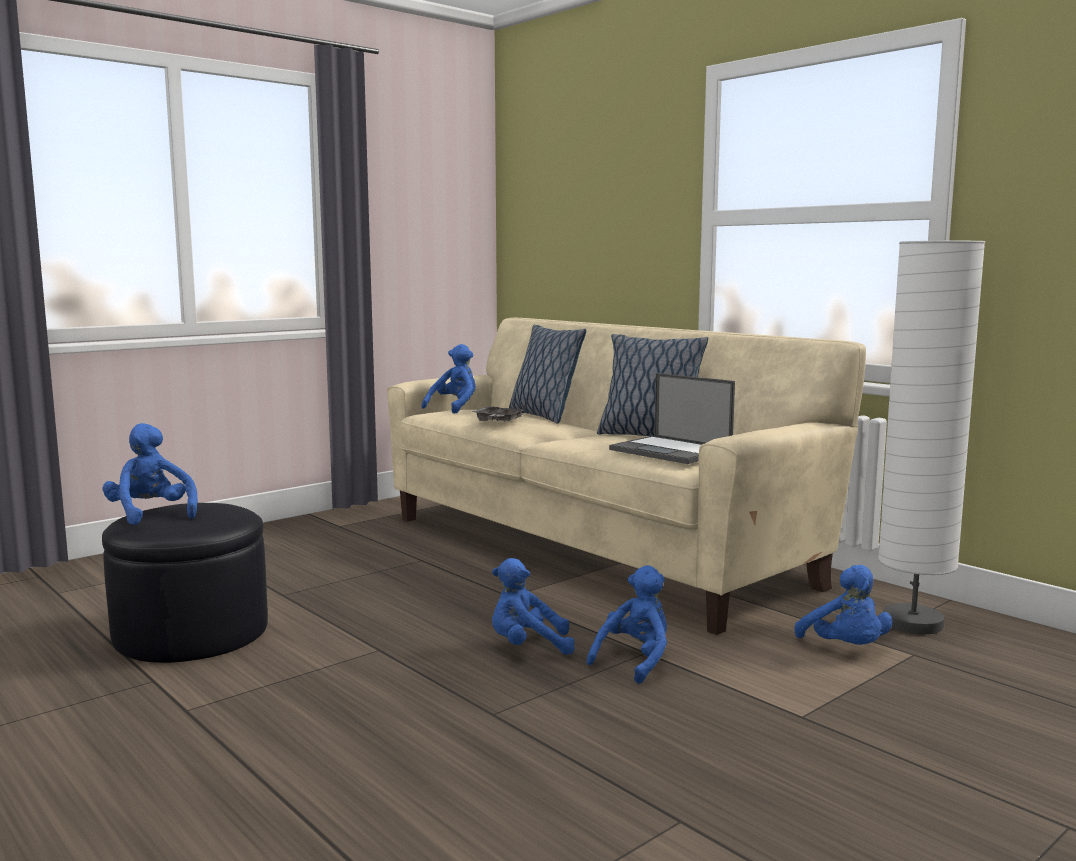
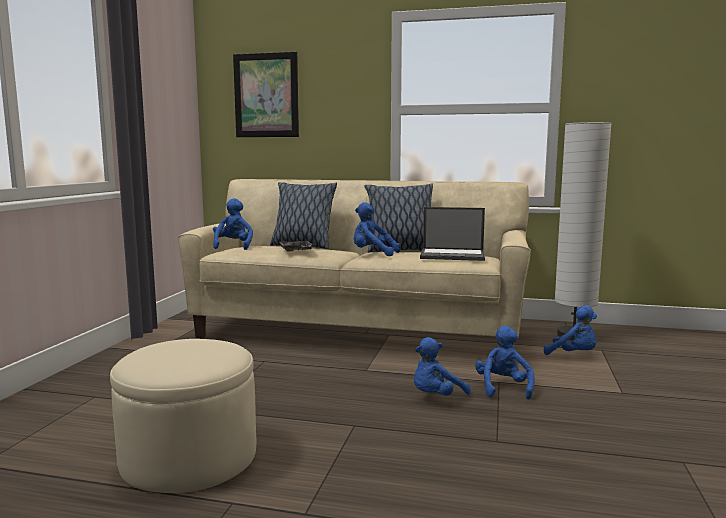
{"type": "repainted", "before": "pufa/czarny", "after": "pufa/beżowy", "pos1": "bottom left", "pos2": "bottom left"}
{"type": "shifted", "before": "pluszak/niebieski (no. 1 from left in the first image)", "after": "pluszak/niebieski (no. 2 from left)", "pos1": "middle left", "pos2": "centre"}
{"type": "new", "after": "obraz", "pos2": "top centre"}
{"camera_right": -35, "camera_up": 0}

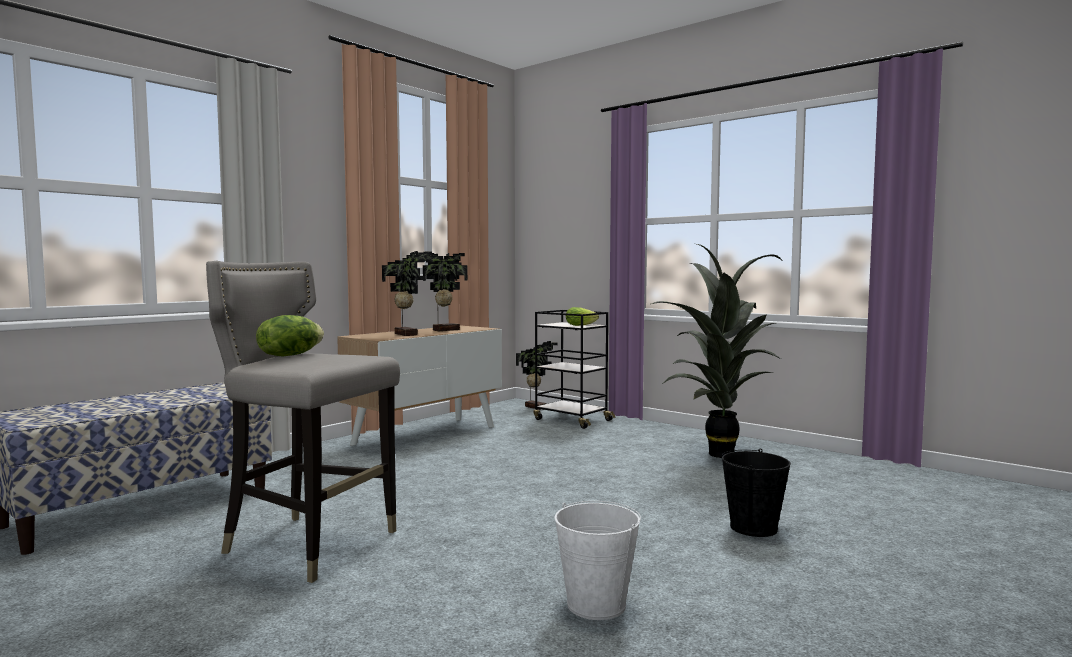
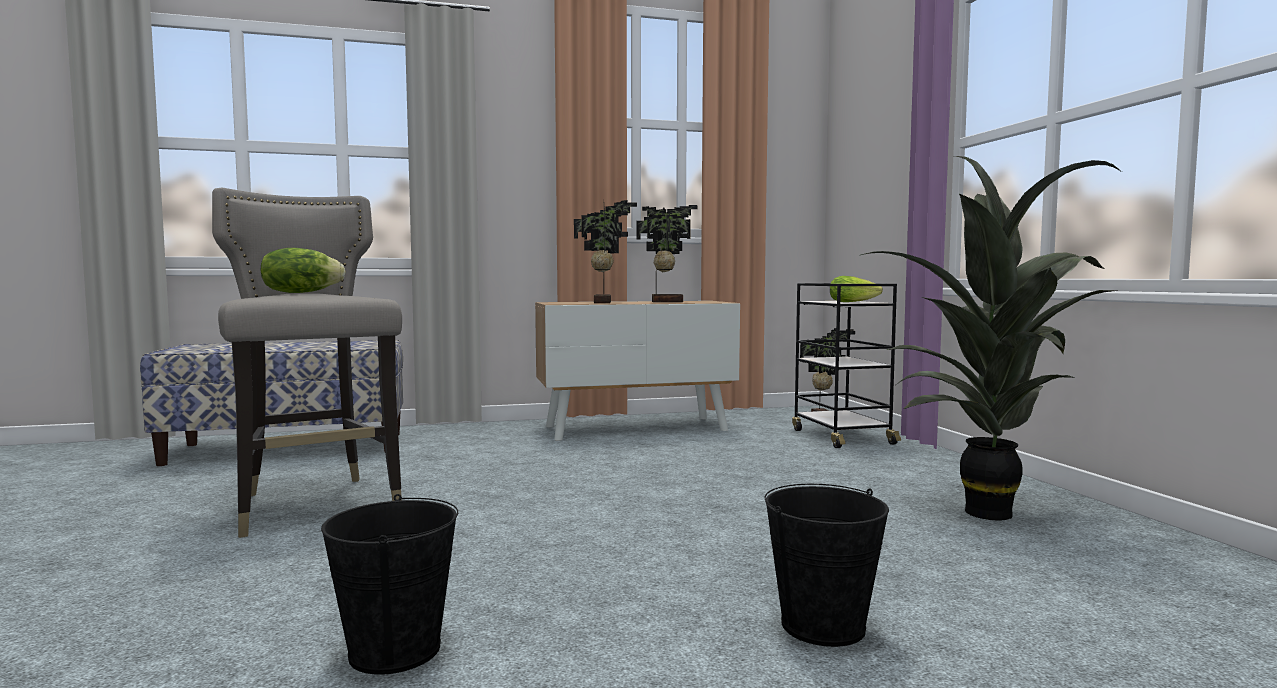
{"type": "repainted", "before": "wiadro/biały", "after": "wiadro/czarny (no. 1 from left)", "pos1": "bottom centre", "pos2": "bottom left"}
{"camera_right": 35, "camera_up": 0}

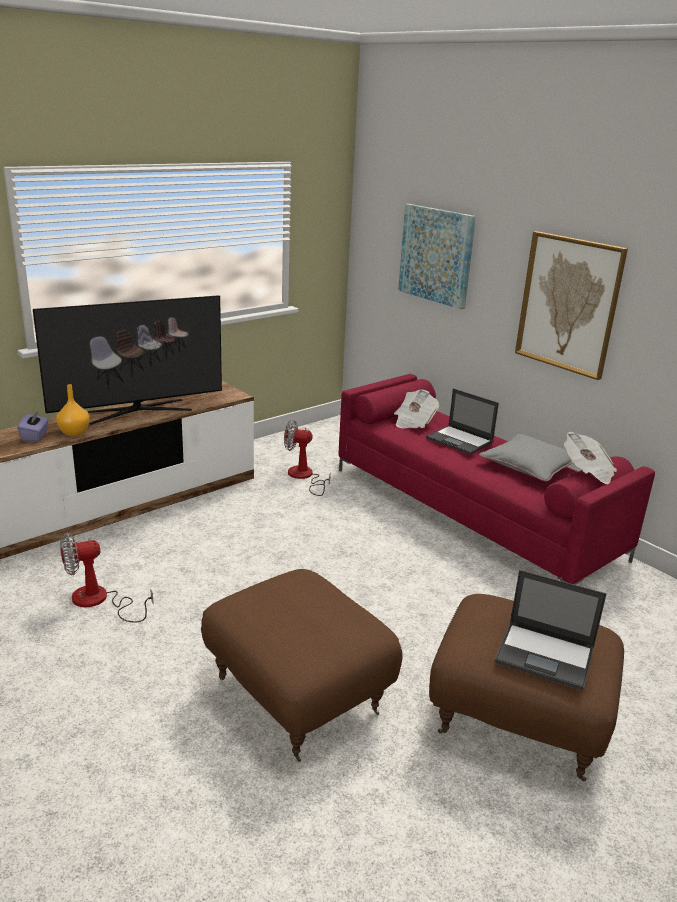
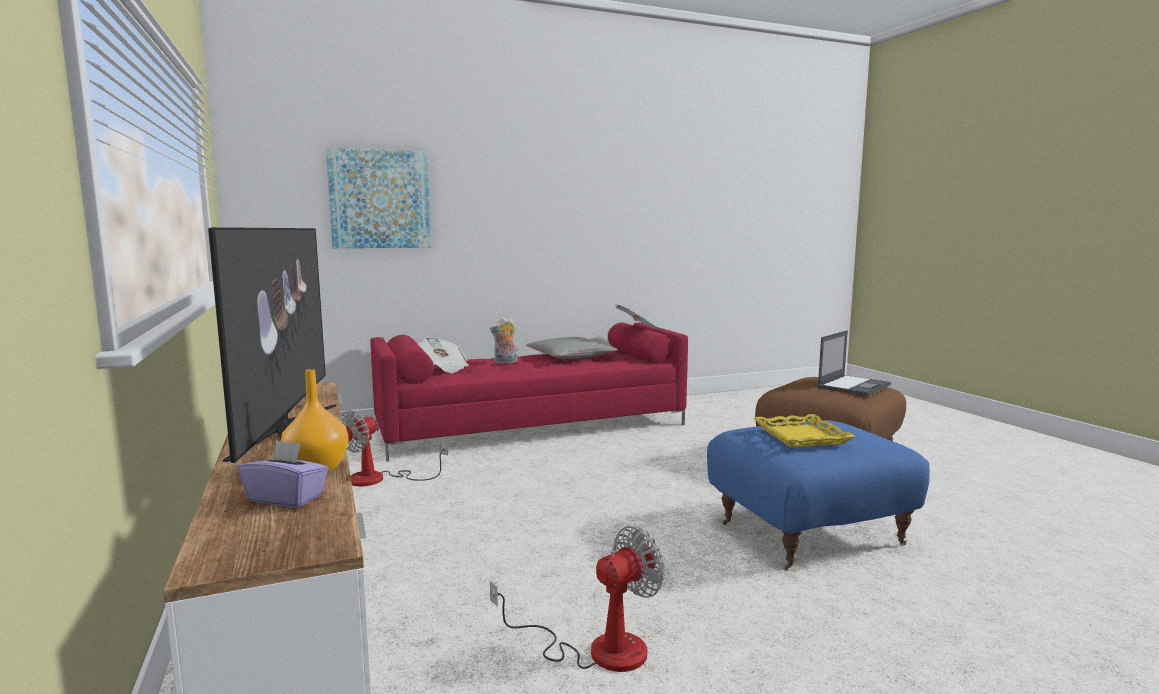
{"type": "rotated", "before": "wentylator (no. 1 from left in the first image)", "pos1": "middle left", "pos2": "bottom centre", "turn": -120}
{"type": "repainted", "before": "pufa/brązowy (no. 1 from left)", "after": "pufa/niebieski", "pos1": "bottom centre", "pos2": "bottom right"}
{"type": "swapped", "before": "laptop (no. 1 from left)", "after": "pluszak", "pos1": "middle right", "pos2": "centre"}
{"type": "gone", "before": "obraz (no. 2 from left)", "pos1": "middle right"}
{"type": "new", "after": "taca/żółty", "pos2": "middle right"}
{"camera_right": -70, "camera_up": -15}

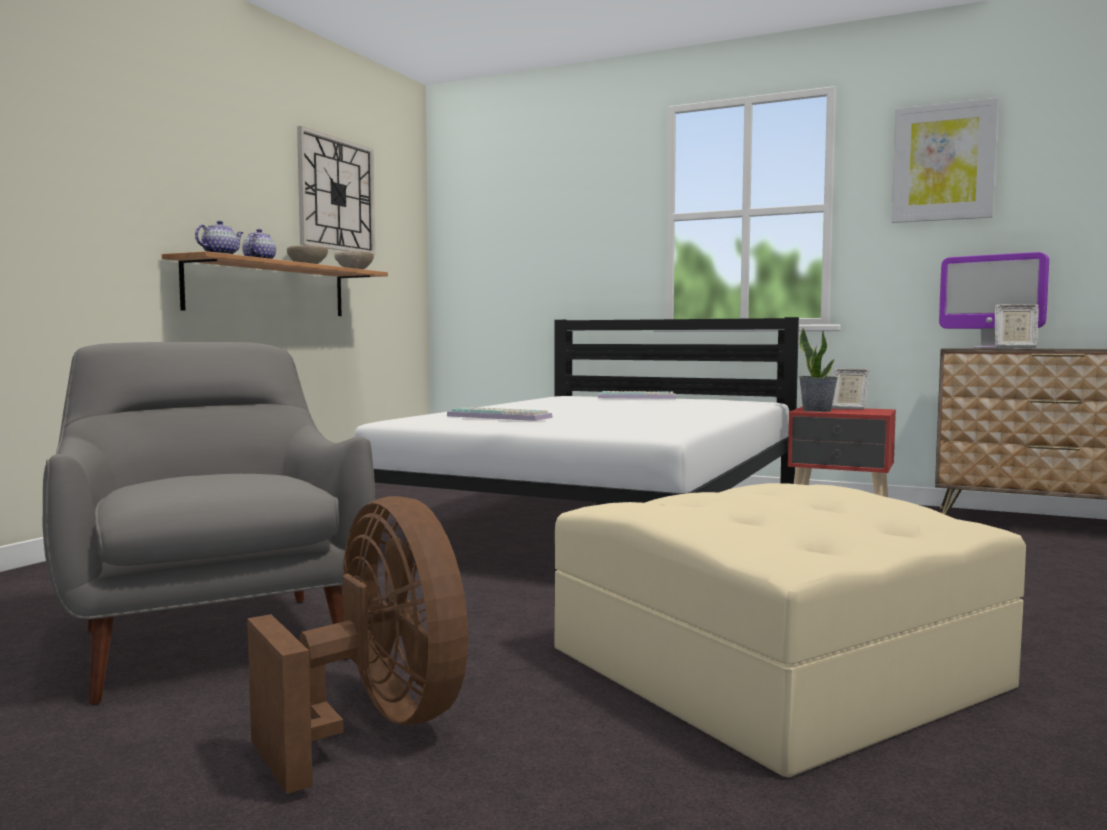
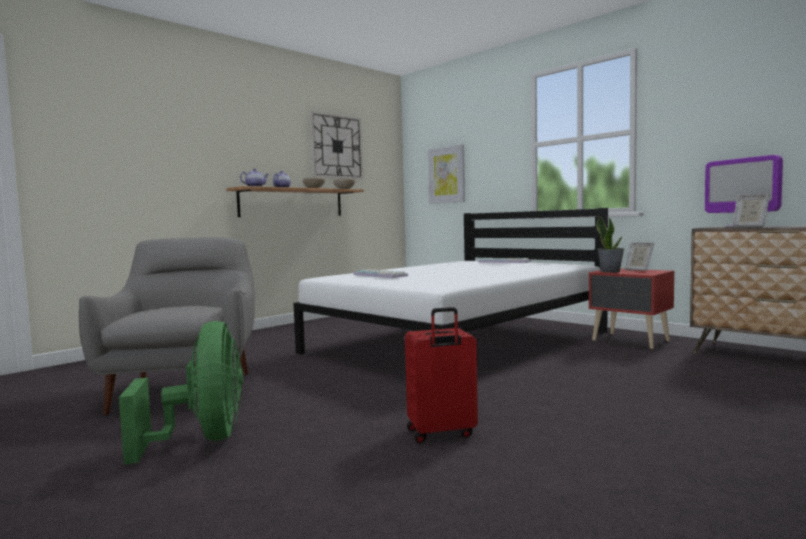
{"type": "repainted", "before": "wentylator/brązowy", "after": "wentylator/zielony", "pos1": "bottom left", "pos2": "bottom left"}
{"type": "swapped", "before": "pufa/beżowy", "after": "walizka/czerwony", "pos1": "bottom right", "pos2": "bottom centre"}
{"type": "shifted", "before": "obraz", "pos1": "top right", "pos2": "top centre"}
{"camera_right": 20, "camera_up": 0}

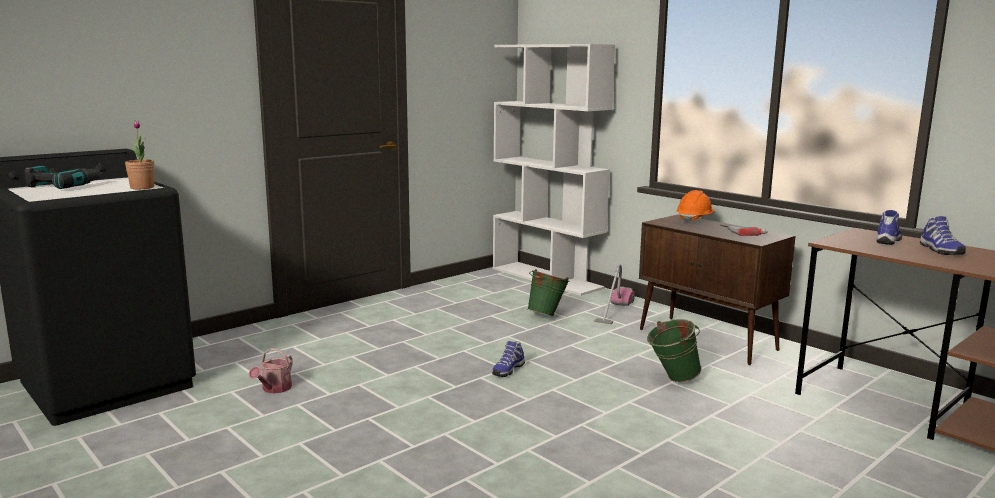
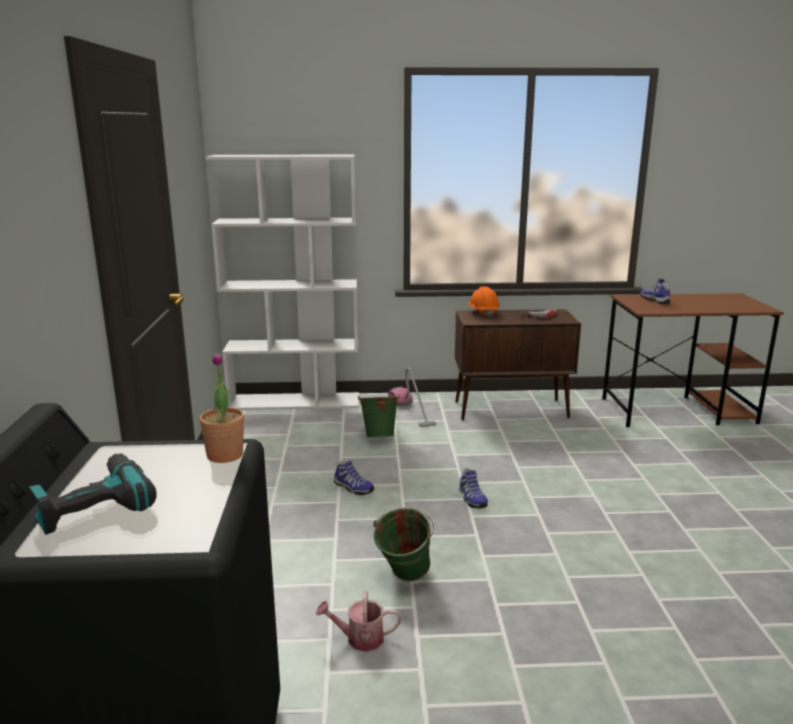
{"type": "rotated", "before": "konewka", "pos1": "bottom left", "pos2": "bottom centre", "turn": 120}
{"type": "shifted", "before": "wiadro/zielony (no. 2 from left)", "pos1": "bottom right", "pos2": "bottom centre"}
{"type": "shifted", "before": "but (no. 3 from left in the first image)", "after": "but (no. 1 from left)", "pos1": "middle right", "pos2": "centre"}
{"camera_right": -50, "camera_up": 5}

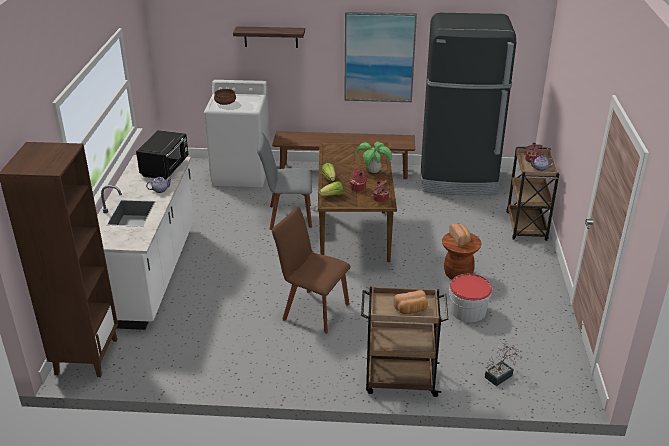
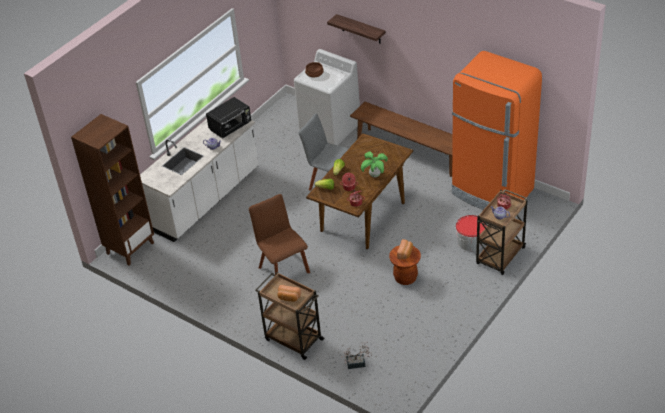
{"type": "gone", "before": "obraz", "pos1": "top centre"}
{"type": "repainted", "before": "lodówka/czarny", "after": "lodówka/pomarańczowy", "pos1": "top right", "pos2": "top right"}
{"type": "shifted", "before": "wiadro", "pos1": "bottom right", "pos2": "middle right"}
{"camera_right": 35, "camera_up": 10}

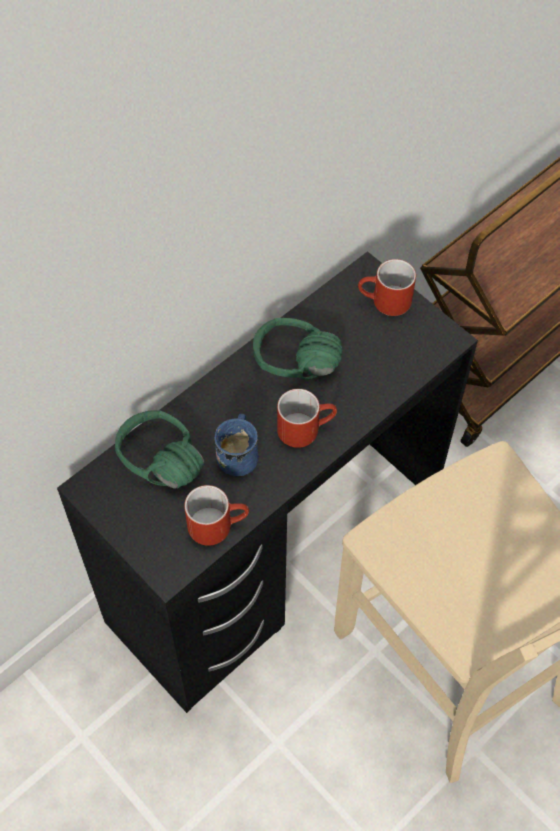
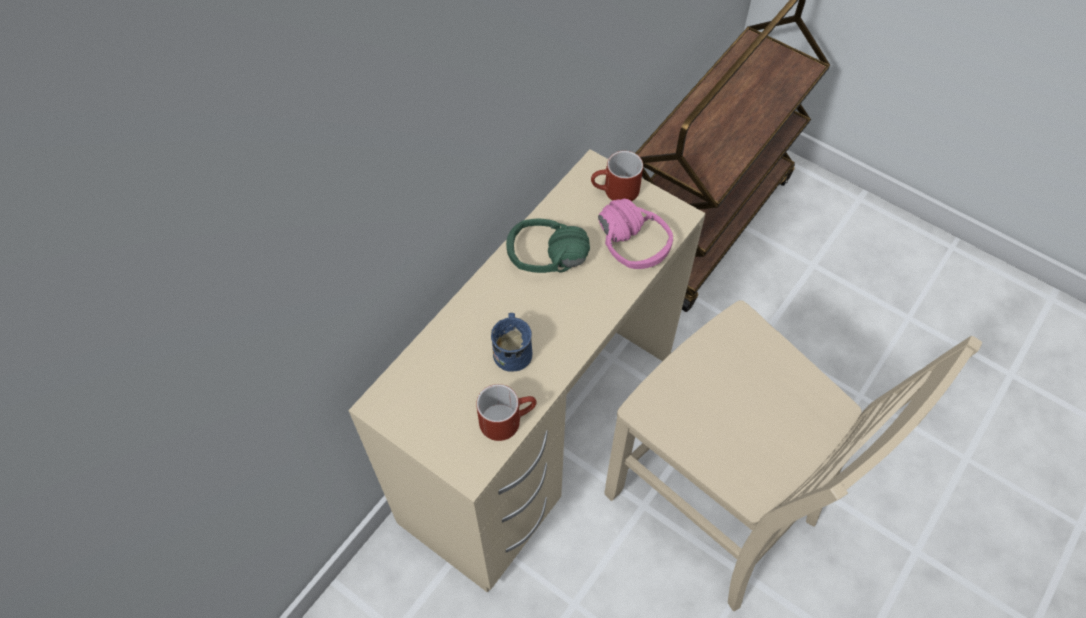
{"type": "repainted", "before": "biurko/czarny", "after": "biurko/beżowy", "pos1": "centre", "pos2": "centre"}
{"type": "gone", "before": "słuchawki/zielony (no. 1 from left)", "pos1": "middle left"}
{"type": "gone", "before": "kubek/czerwony (no. 2 from left)", "pos1": "centre"}
{"type": "new", "after": "słuchawki/różowy", "pos2": "centre"}
{"camera_right": -10, "camera_up": 0}

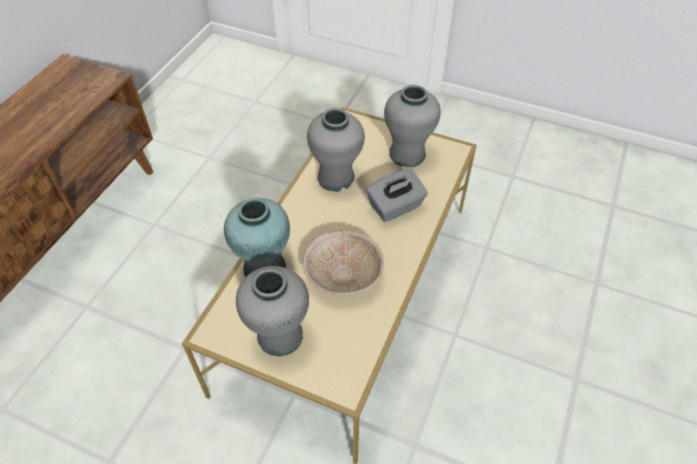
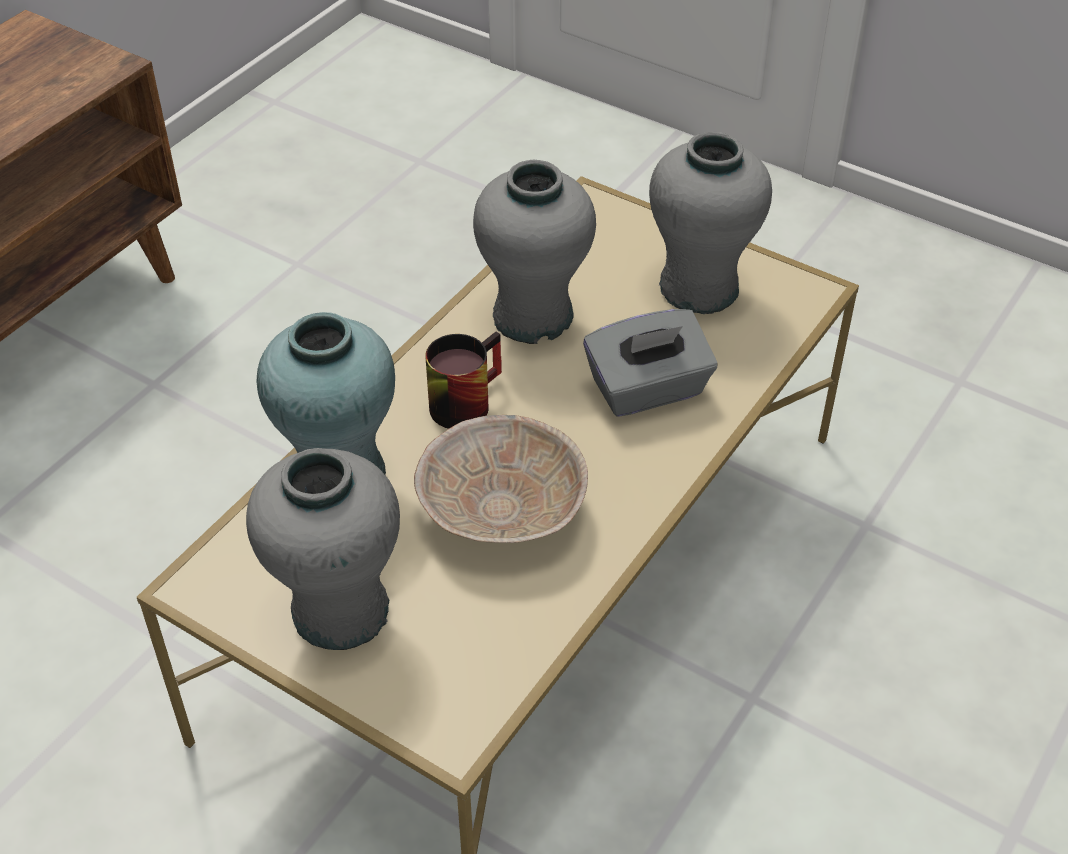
{"type": "new", "after": "kubek", "pos2": "centre"}
{"camera_right": 10, "camera_up": -5}

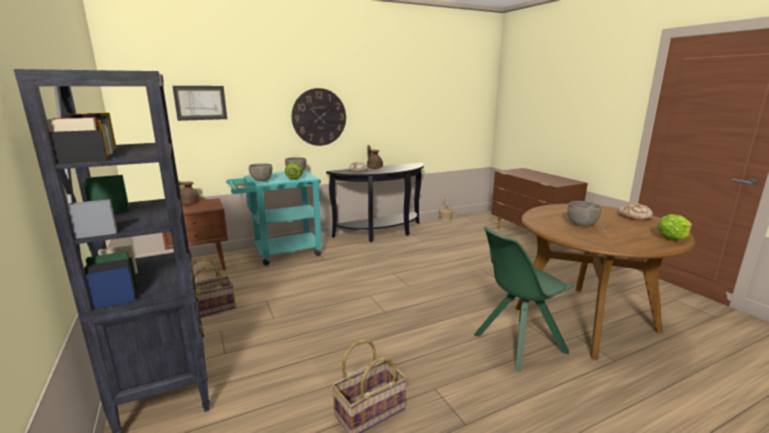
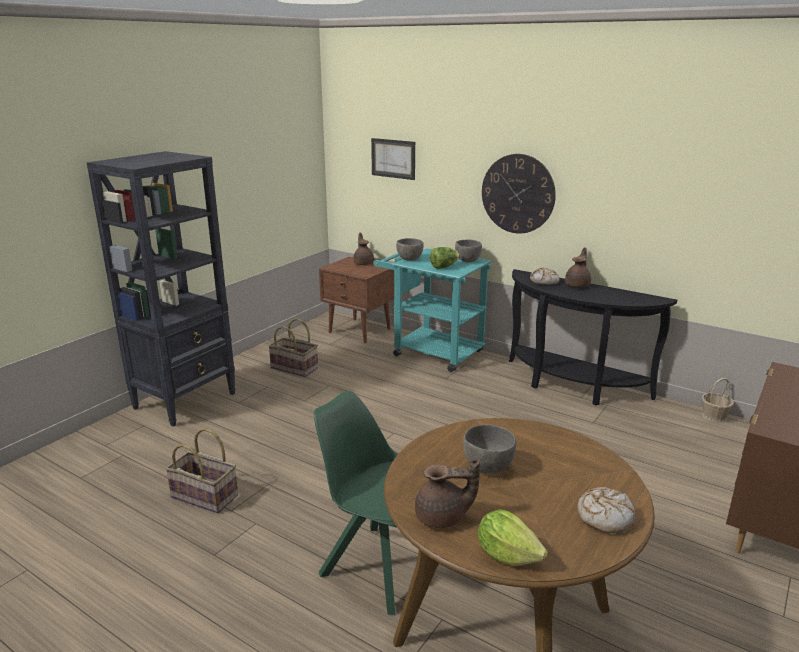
{"type": "new", "after": "imbryk/brązowy (no. 2 from left)", "pos2": "bottom centre"}
{"camera_right": 60, "camera_up": 5}

